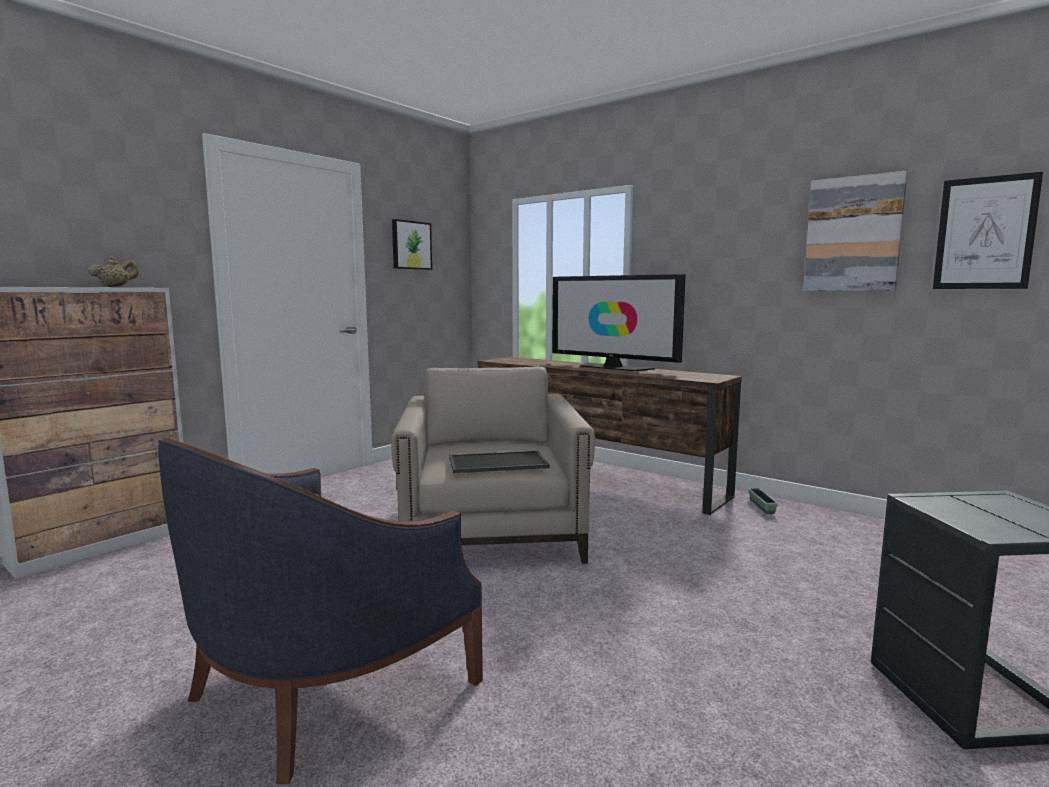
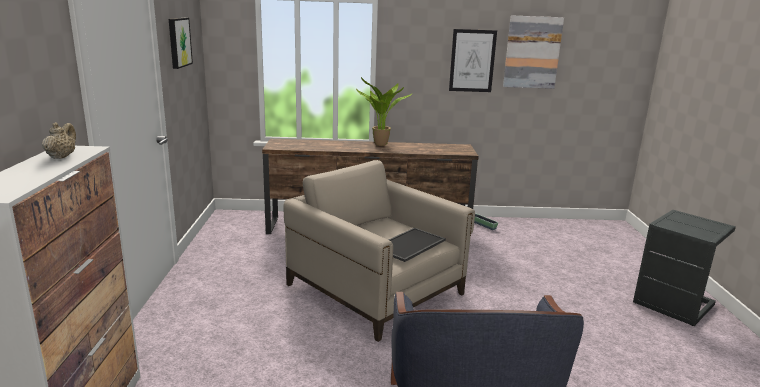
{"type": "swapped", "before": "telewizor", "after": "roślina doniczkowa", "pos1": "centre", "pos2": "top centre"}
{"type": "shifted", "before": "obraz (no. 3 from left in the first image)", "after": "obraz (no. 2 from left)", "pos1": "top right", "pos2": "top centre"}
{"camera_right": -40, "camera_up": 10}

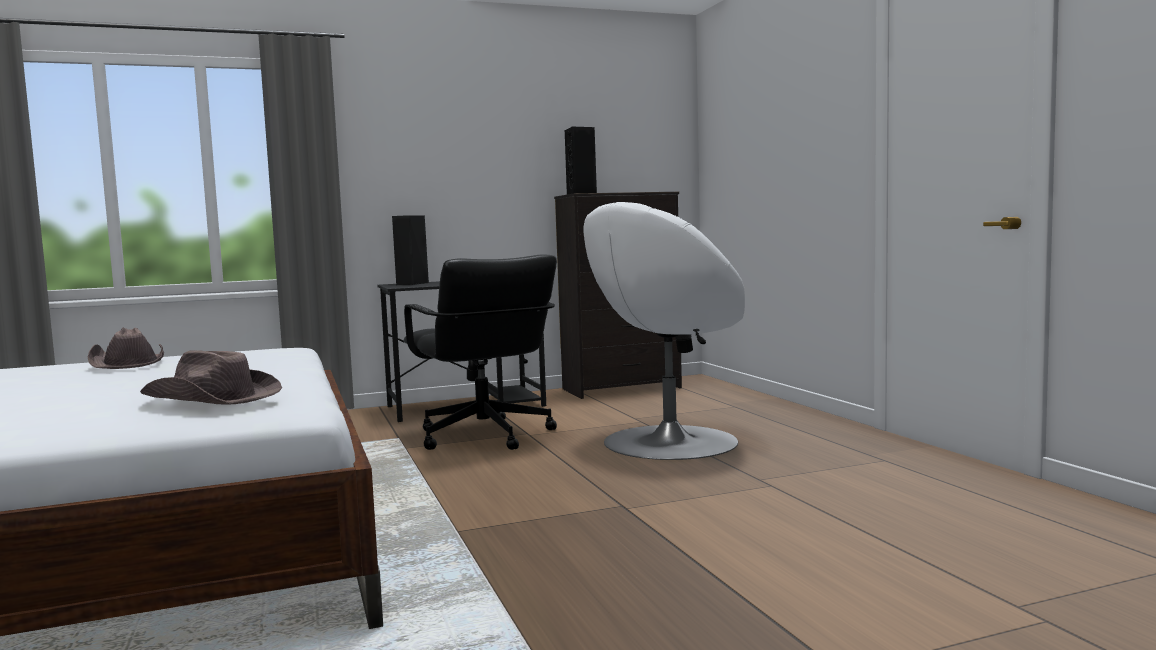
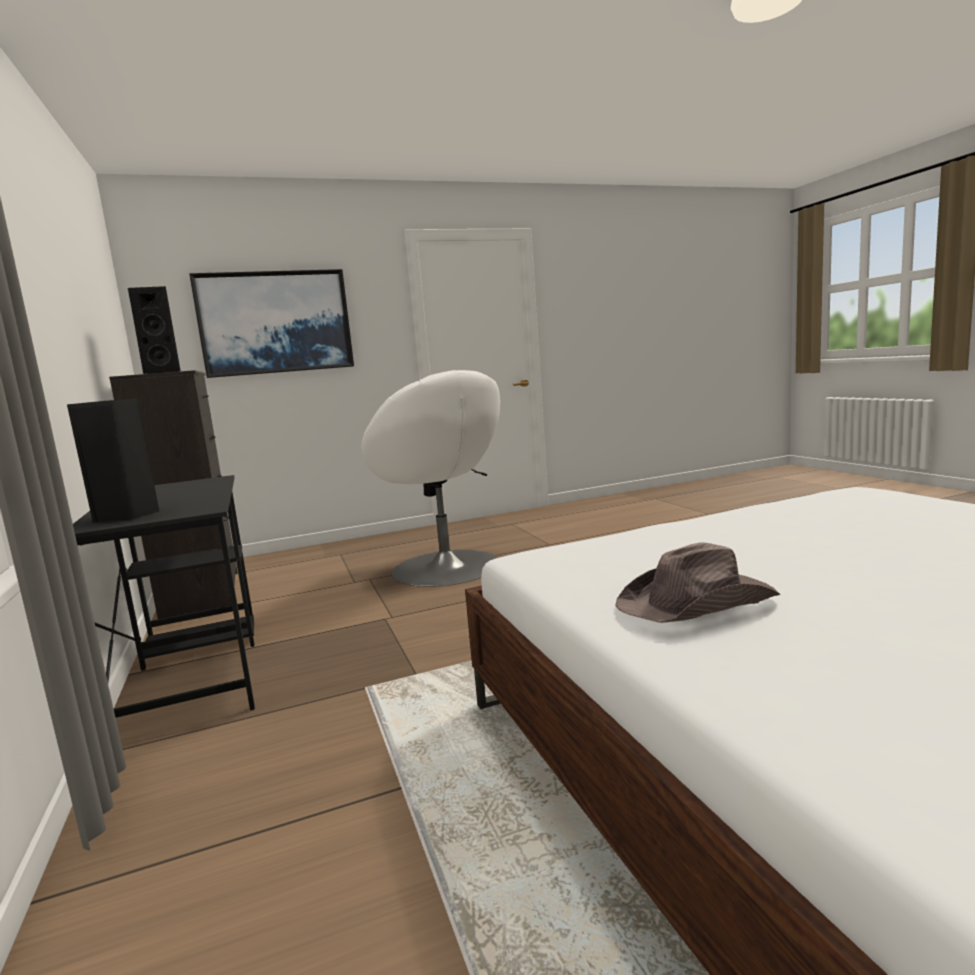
{"type": "gone", "before": "kapelusz/brązowy (no. 2 from left)", "pos1": "middle left"}
{"type": "gone", "before": "krzesło biurowe/czarny", "pos1": "centre"}
{"type": "new", "after": "obraz", "pos2": "top left"}
{"camera_right": -90, "camera_up": 5}

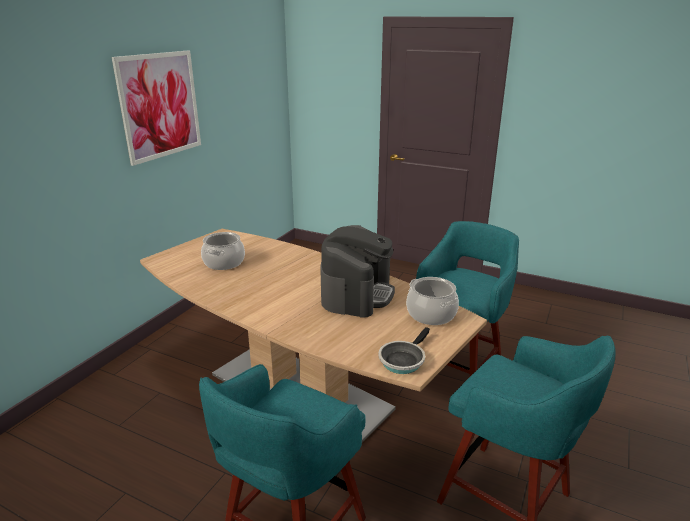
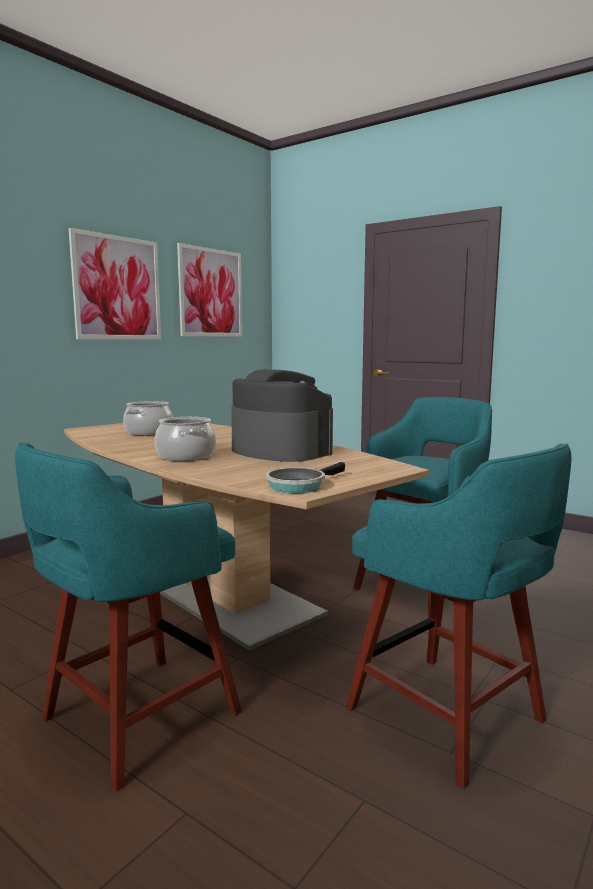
{"type": "rotated", "before": "ekspres do kawy", "pos1": "centre", "pos2": "centre", "turn": -75}
{"type": "shifted", "before": "garnek (no. 2 from left)", "pos1": "centre", "pos2": "middle left"}
{"type": "new", "after": "obraz (no. 2 from left)", "pos2": "top centre"}
{"camera_right": 10, "camera_up": -15}

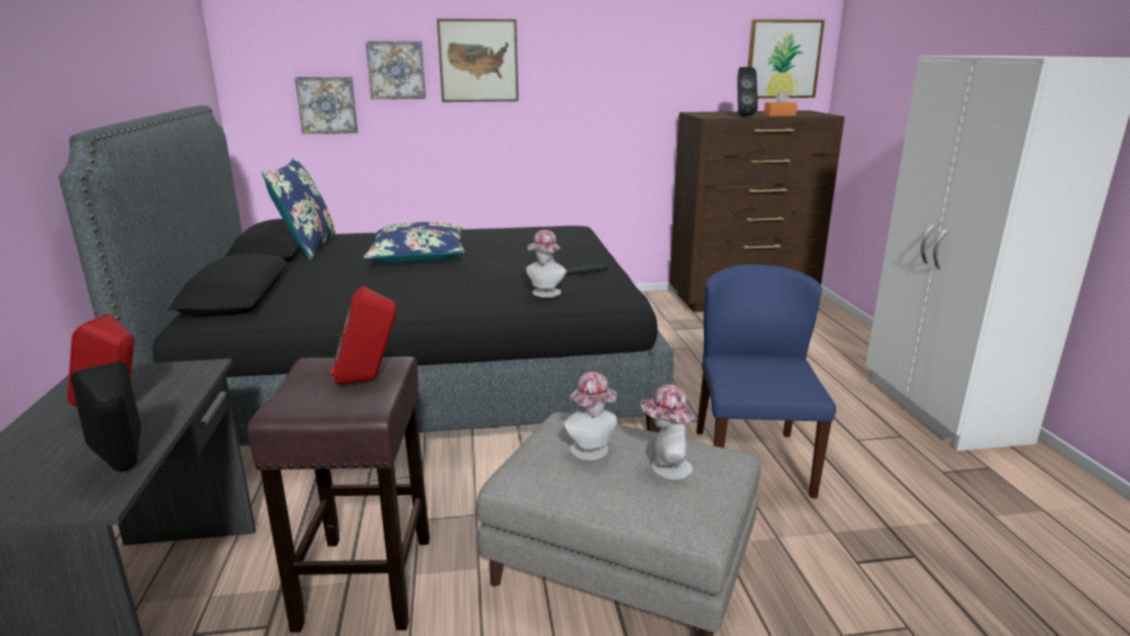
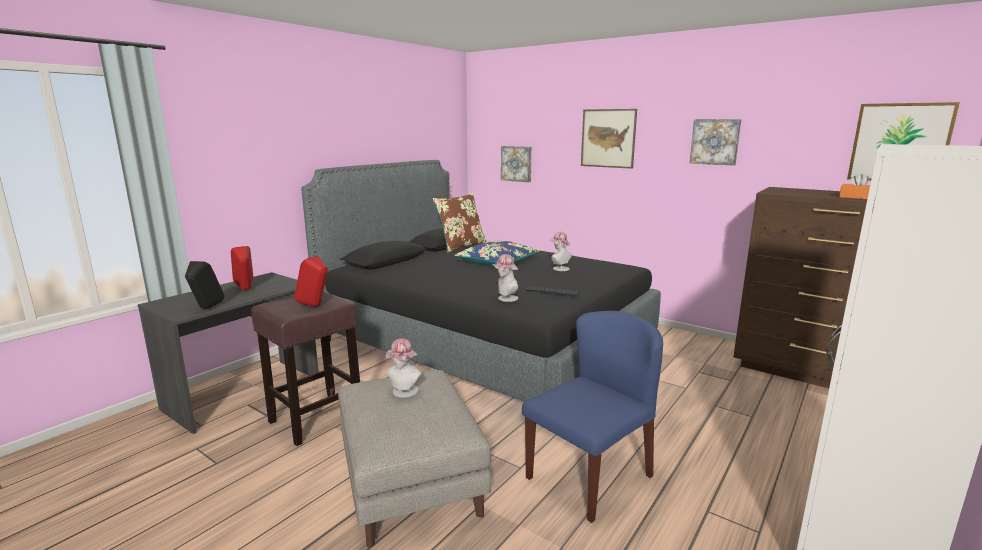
{"type": "repainted", "before": "poduszka/niebieski (no. 1 from left)", "after": "poduszka/brązowy", "pos1": "top left", "pos2": "centre"}
{"type": "shifted", "before": "obraz (no. 2 from left in the first image)", "after": "obraz (no. 3 from left)", "pos1": "top centre", "pos2": "top right"}
{"type": "shifted", "before": "kapelusz (no. 3 from left)", "pos1": "bottom centre", "pos2": "centre"}
{"type": "gone", "before": "głośnik/czarny (no. 2 from left)", "pos1": "top centre"}
{"camera_right": 45, "camera_up": -5}

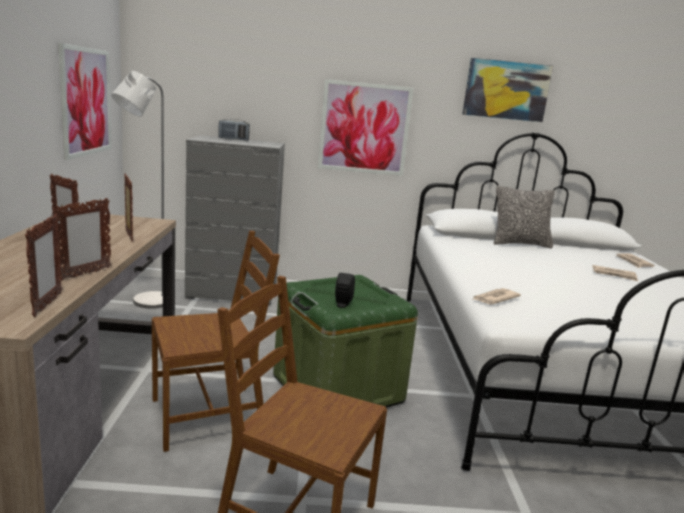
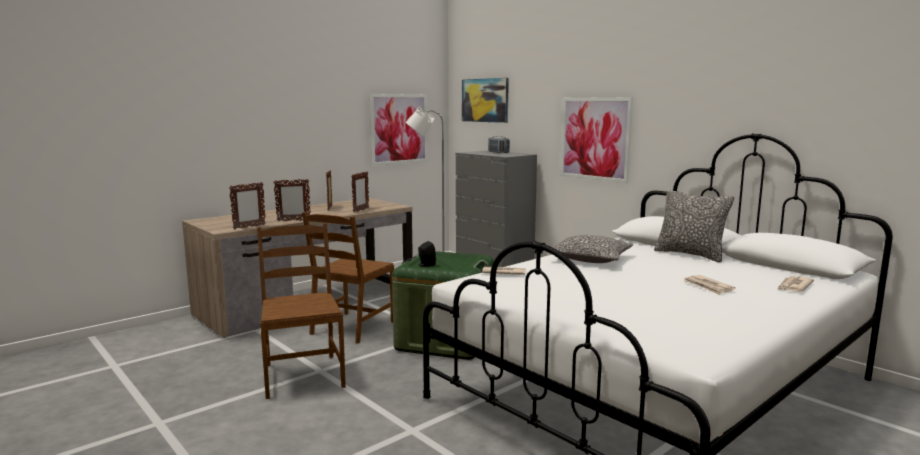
{"type": "rotated", "before": "krzesło/brązowy (no. 1 from left in the first image)", "pos1": "middle left", "pos2": "centre", "turn": 90}
{"type": "shifted", "before": "obraz (no. 3 from left in the first image)", "after": "obraz (no. 2 from left)", "pos1": "top right", "pos2": "top centre"}
{"type": "new", "after": "poduszka (no. 1 from left)", "pos2": "centre"}
{"camera_right": 50, "camera_up": -5}

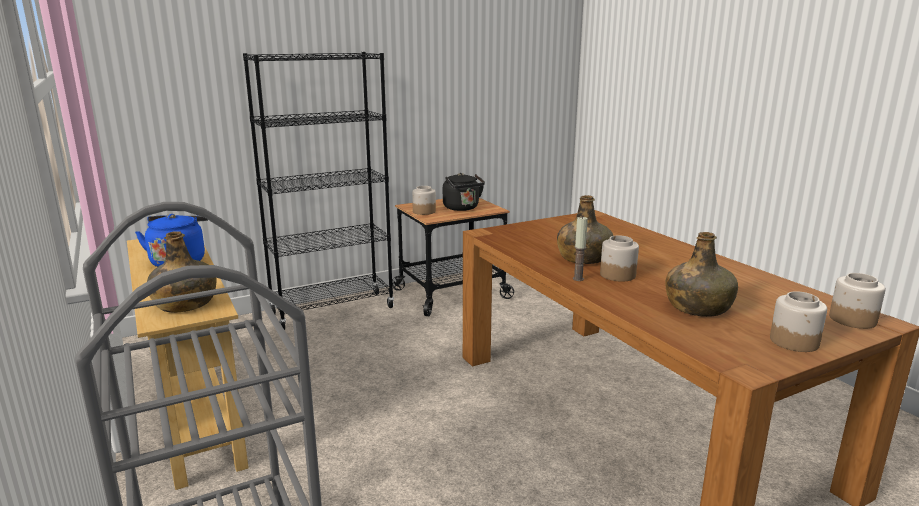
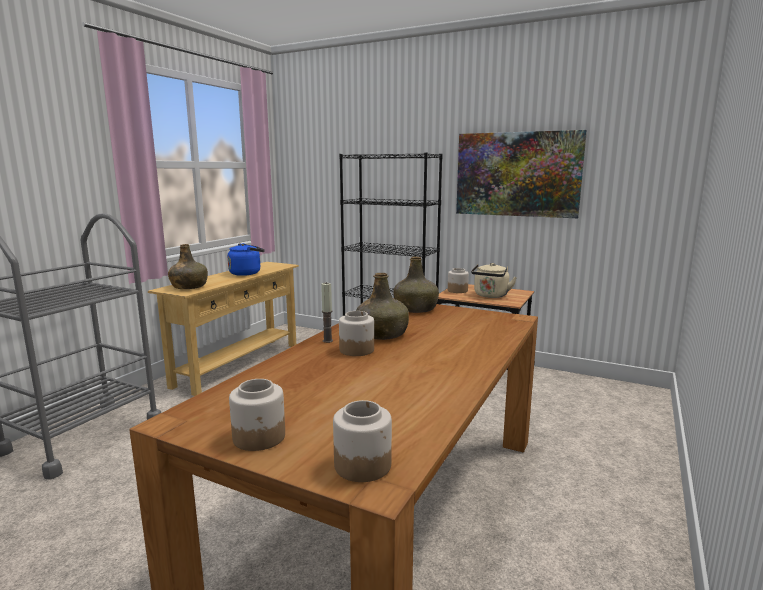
{"type": "repainted", "before": "czajnik/czarny", "after": "czajnik/beżowy", "pos1": "centre", "pos2": "centre"}
{"type": "shifted", "before": "butelka/zielony (no. 3 from left)", "pos1": "middle right", "pos2": "centre"}
{"type": "new", "after": "obraz", "pos2": "top right"}
{"camera_right": 55, "camera_up": -5}

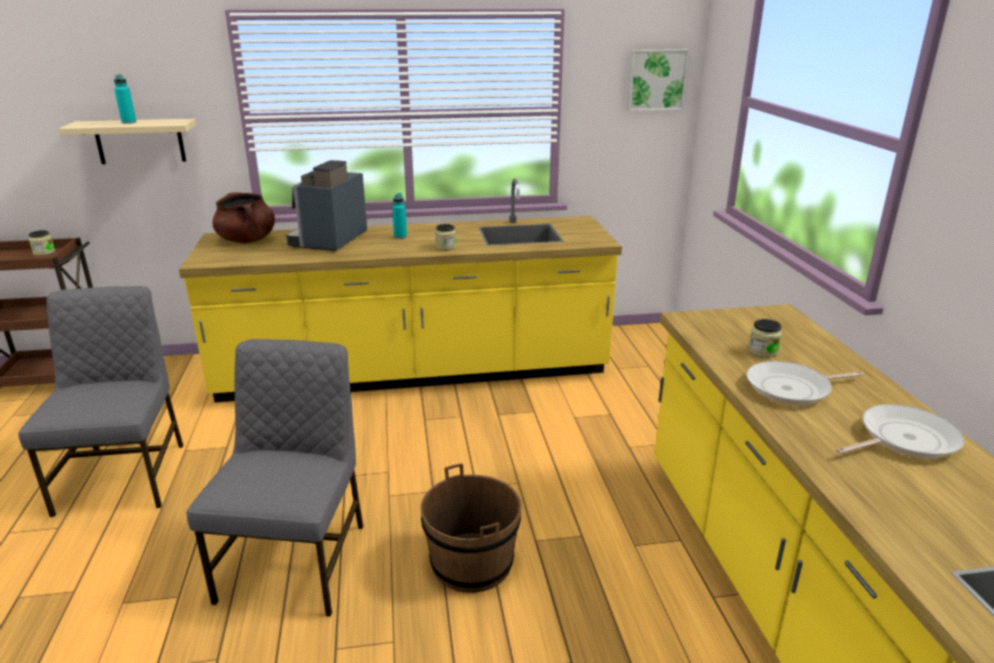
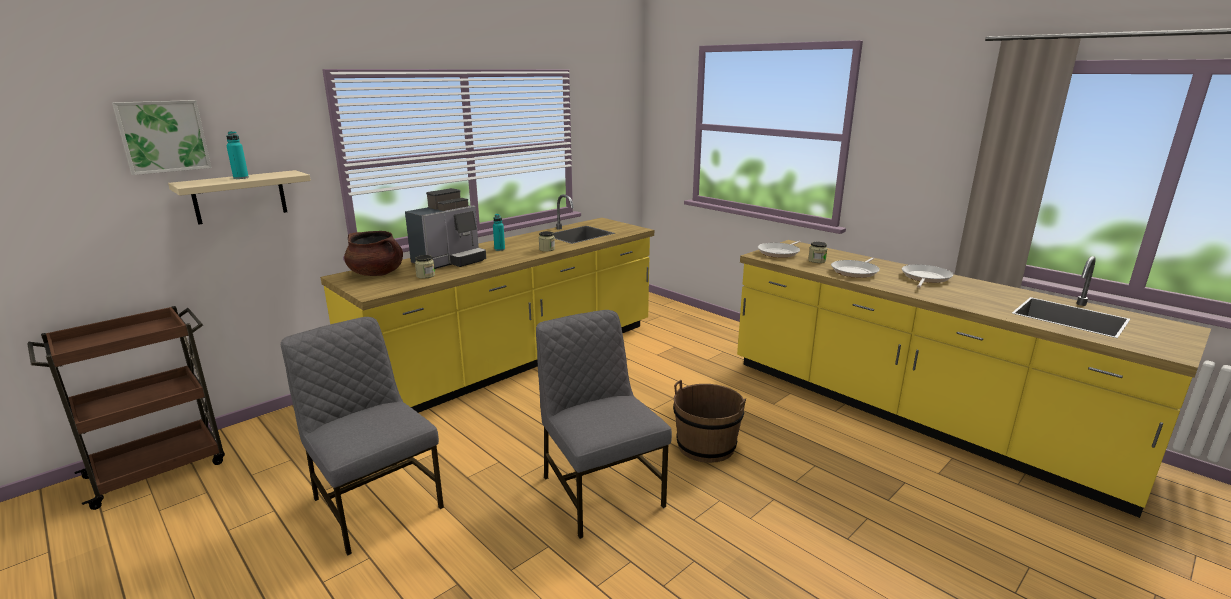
{"type": "shifted", "before": "słoik (no. 1 from left)", "pos1": "middle left", "pos2": "centre"}
{"type": "rotated", "before": "ekspres do kawy", "pos1": "top left", "pos2": "centre", "turn": -120}
{"type": "shifted", "before": "obraz", "pos1": "top centre", "pos2": "top left"}
{"type": "new", "after": "patelnia (no. 1 from left)", "pos2": "centre"}
{"camera_right": -35, "camera_up": -5}

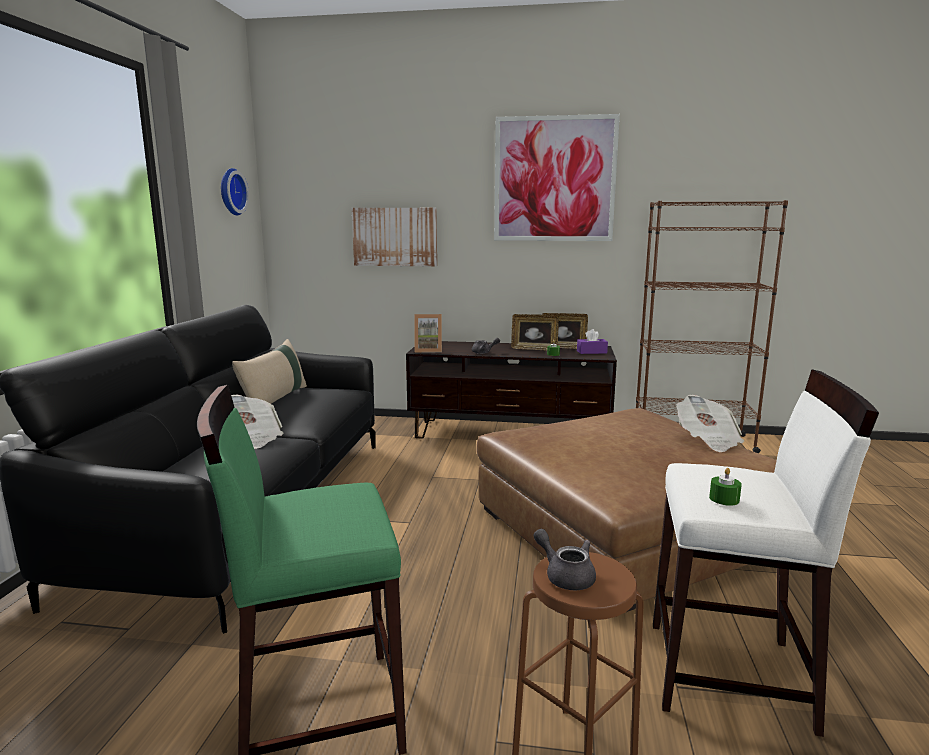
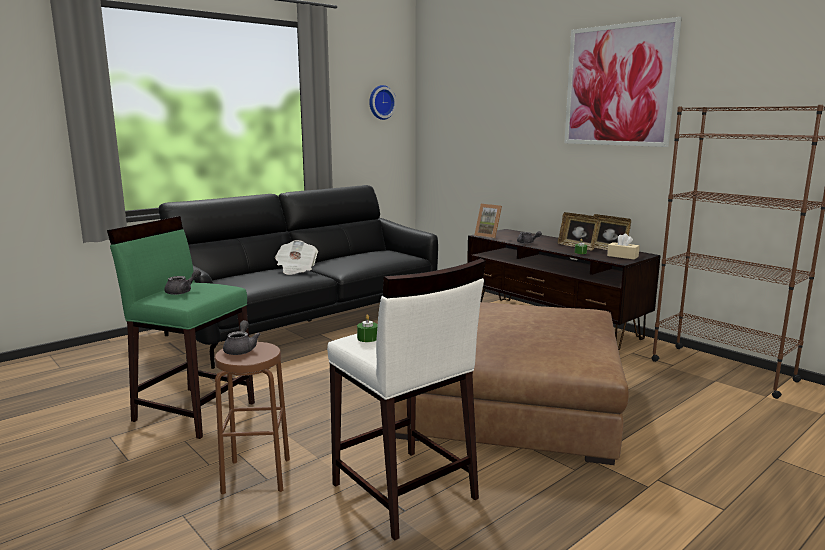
{"type": "gone", "before": "poduszka/beżowy", "pos1": "middle left"}
{"type": "gone", "before": "obraz (no. 1 from left)", "pos1": "top centre"}
{"type": "repainted", "before": "pudełko chusteczek/fioletowy", "after": "pudełko chusteczek/beżowy", "pos1": "centre", "pos2": "middle right"}
{"type": "gone", "before": "gazeta (no. 2 from left)", "pos1": "middle right"}
{"type": "new", "after": "imbryk/szary (no. 1 from left)", "pos2": "middle left"}
{"camera_right": 40, "camera_up": 0}

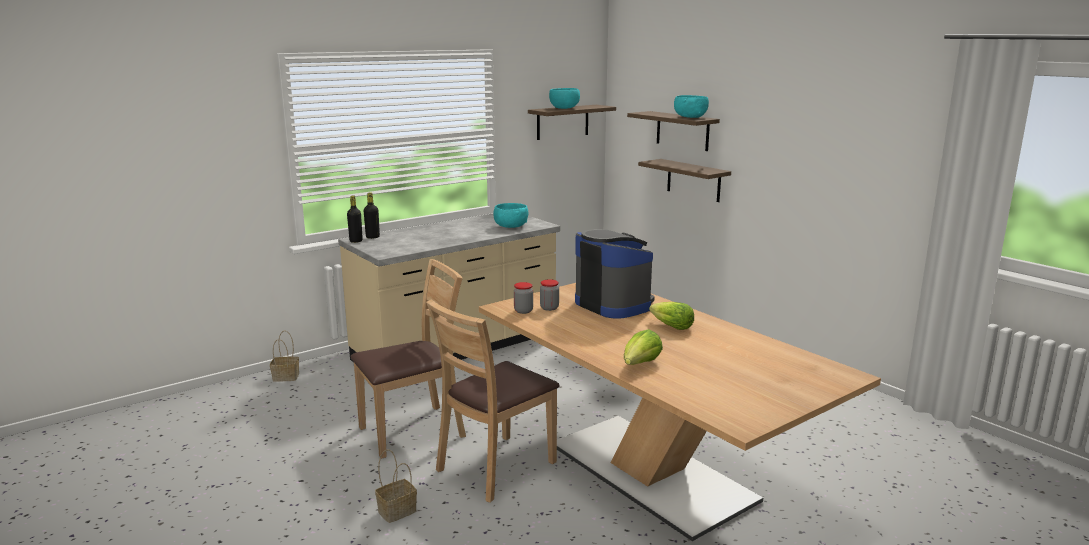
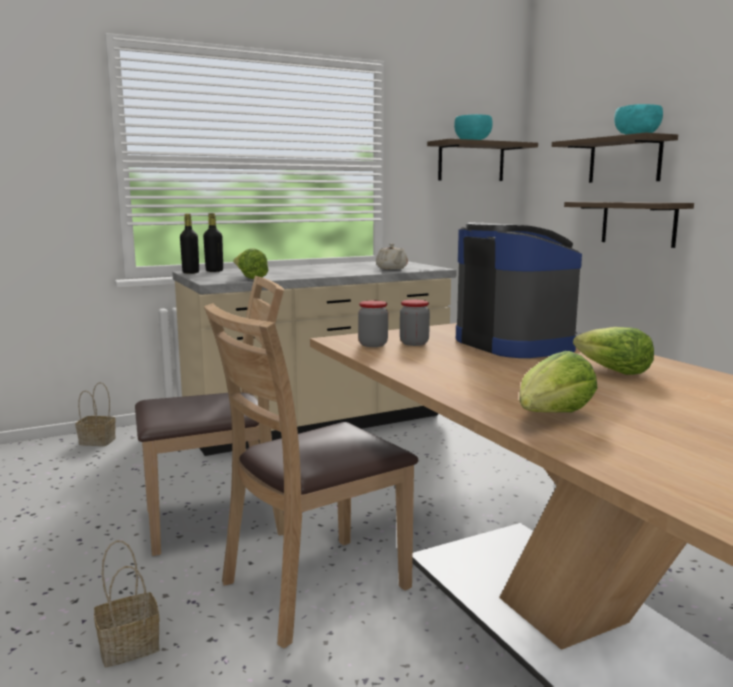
{"type": "swapped", "before": "miska/turkusowy (no. 1 from left)", "after": "imbryk/beżowy", "pos1": "centre", "pos2": "centre"}
{"type": "new", "after": "sałata (no. 1 from left)", "pos2": "centre"}
{"camera_right": 10, "camera_up": -5}

